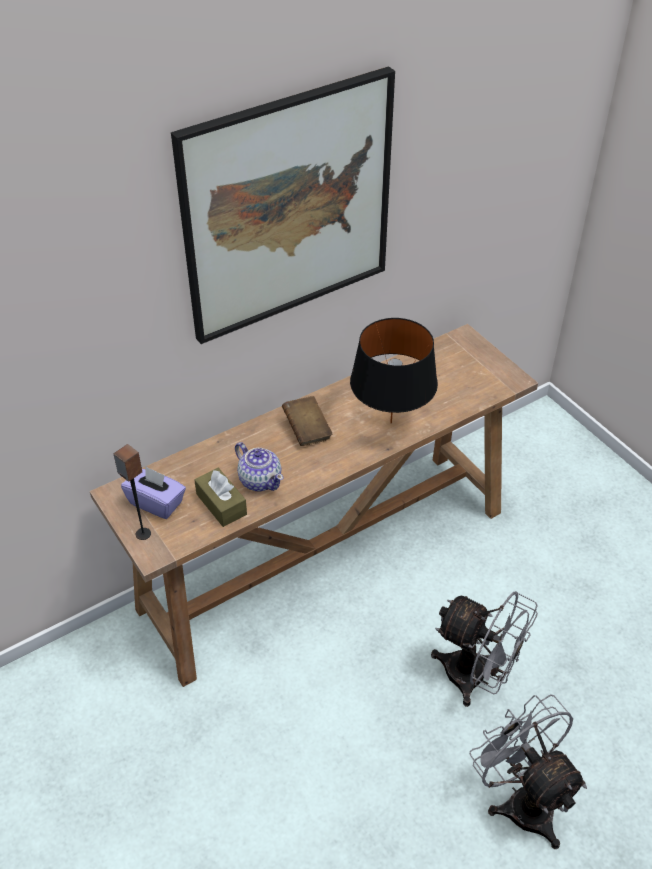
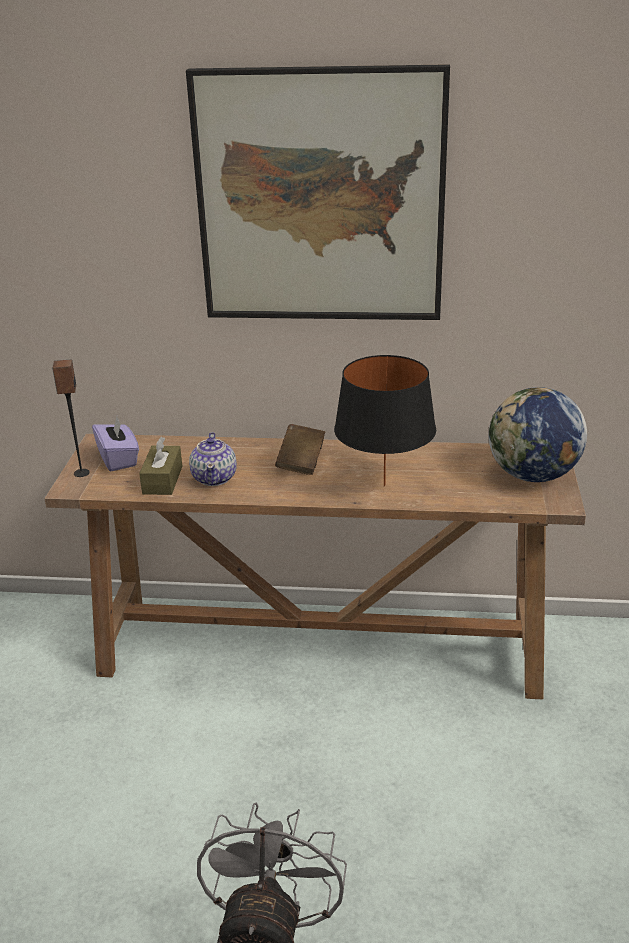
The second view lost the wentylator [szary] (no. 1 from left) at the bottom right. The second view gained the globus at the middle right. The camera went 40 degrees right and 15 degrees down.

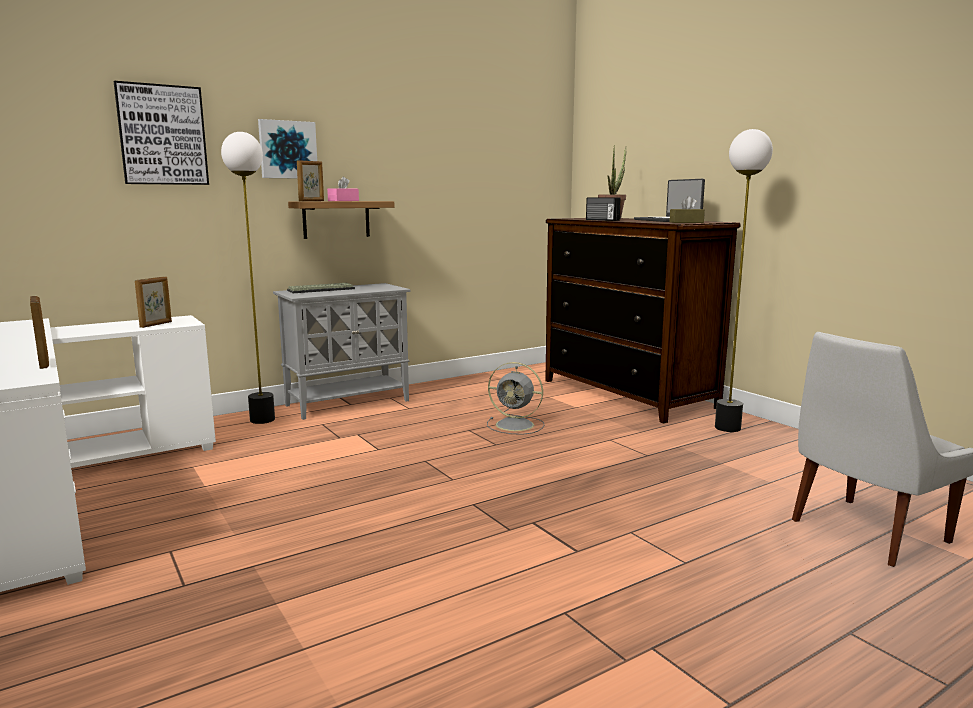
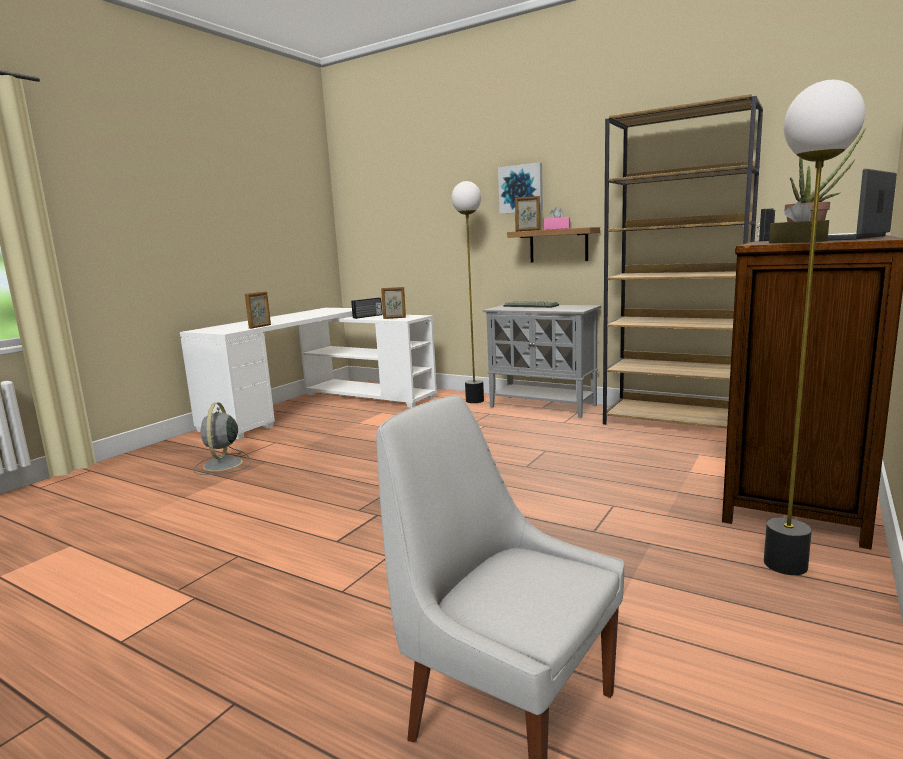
The second view lost the obraz (no. 1 from left) at the top left. The wentylator [szary] ended up elsewhere, having gone from the centre to the middle left. The second view gained the radio (no. 1 from left) at the centre. The second view gained the regał [brązowy] at the middle right. The camera went 65 degrees right and 0 degrees up.

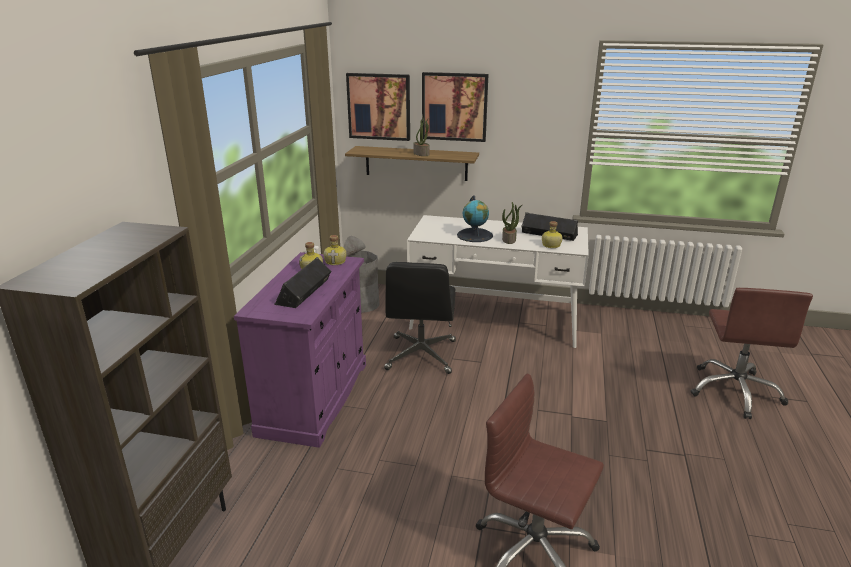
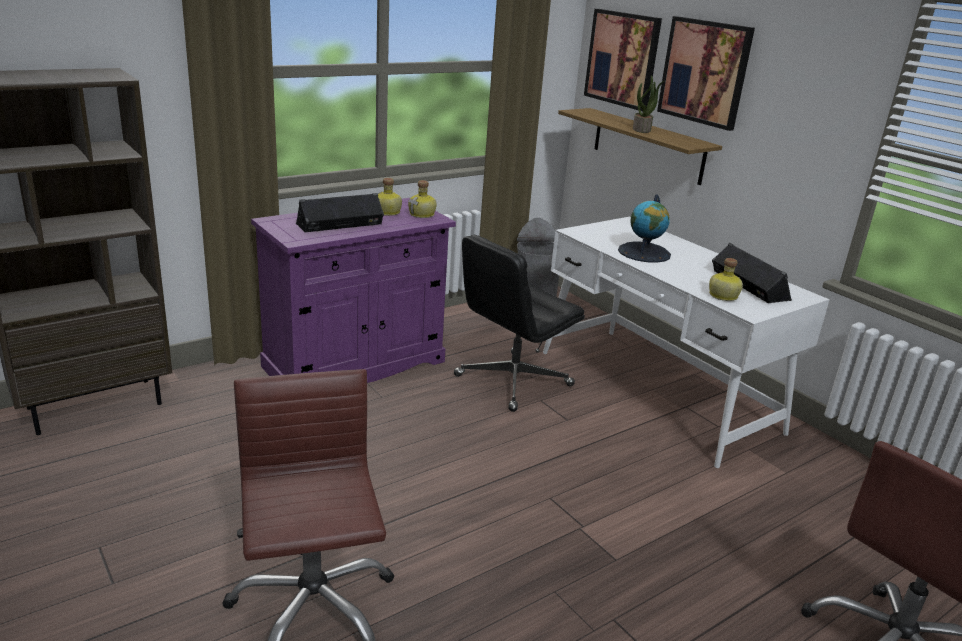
The second view lost the roślina doniczkowa (no. 2 from left) at the centre. The camera went 40 degrees right and 0 degrees up.

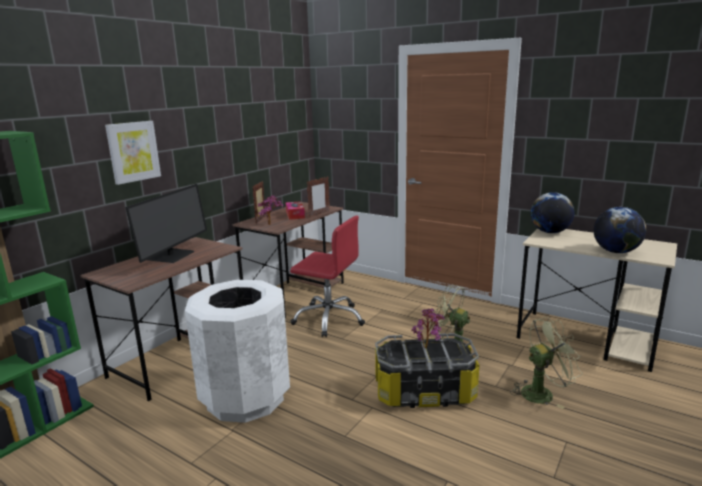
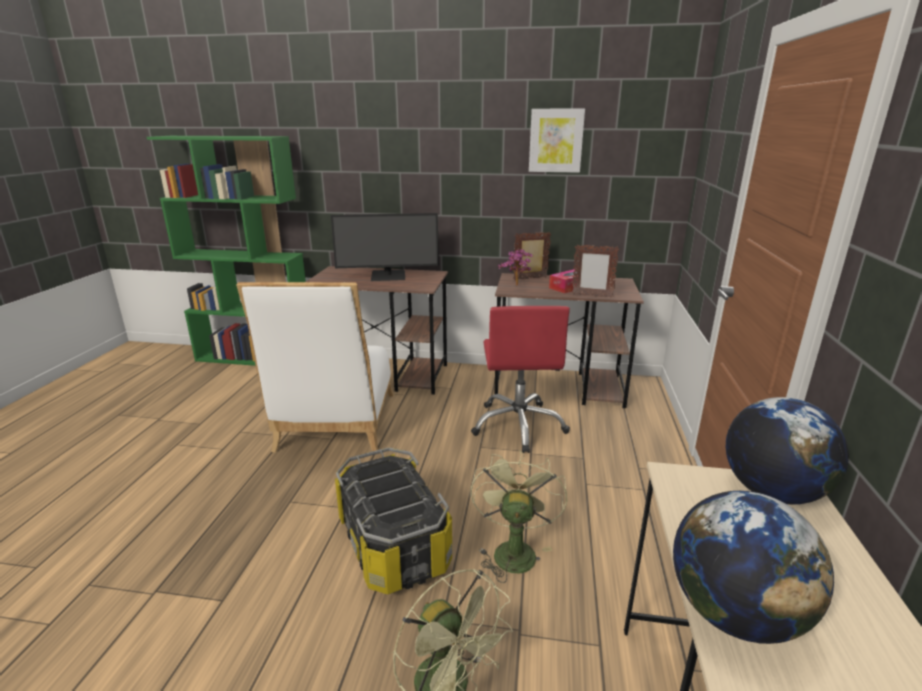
The obraz ended up elsewhere, having gone from the top left to the top centre. Where the kosz na śmieci [biały] stood at the bottom centre, the krzesło [biały] came to stand at the centre. The second view lost the roślina doniczkowa (no. 2 from left) at the bottom centre. The camera went 65 degrees right and 5 degrees up.

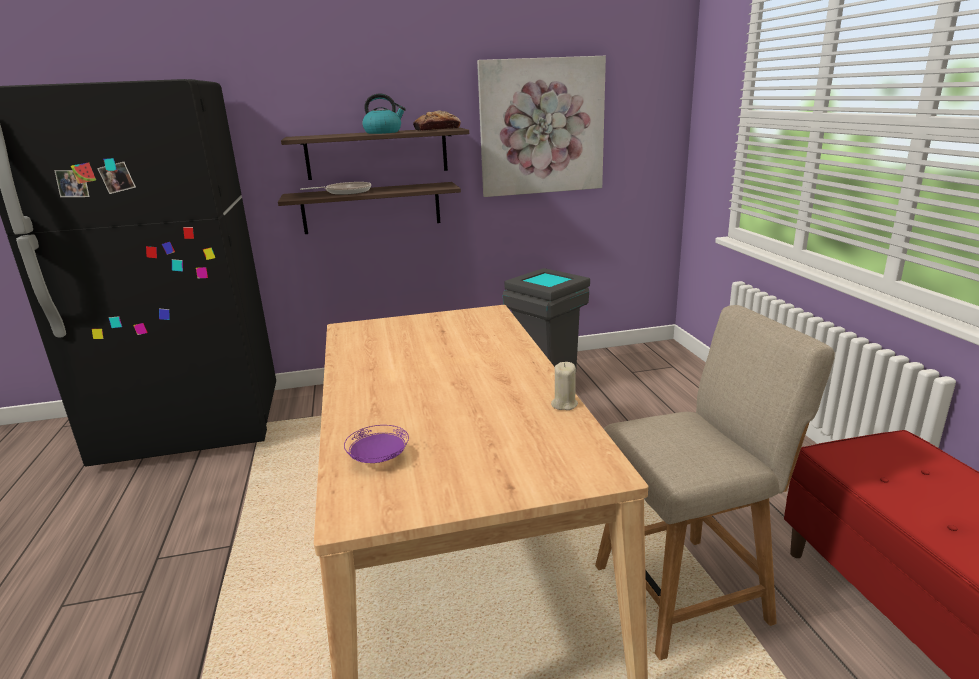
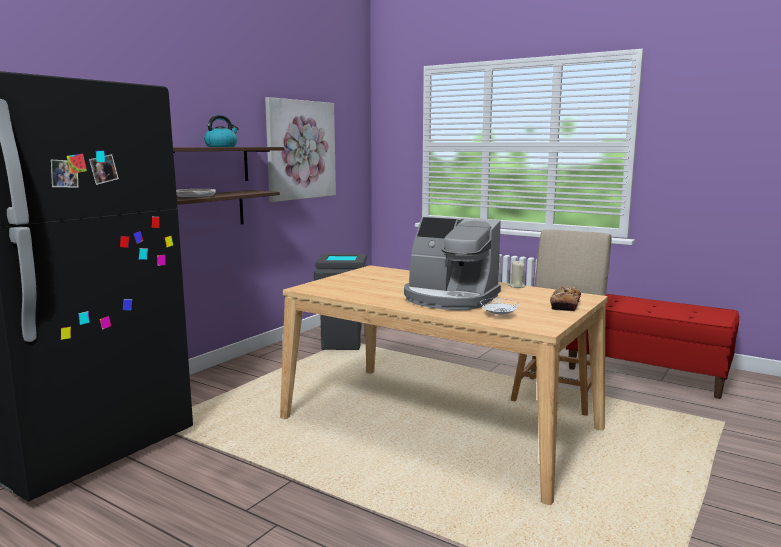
What was the talerz [fioletowy] at the centre turned into the talerz [biały] at the centre. The chleb ended up elsewhere, having gone from the top centre to the middle right. The second view gained the ekspres do kawy at the centre. The camera went 45 degrees left and 10 degrees down.

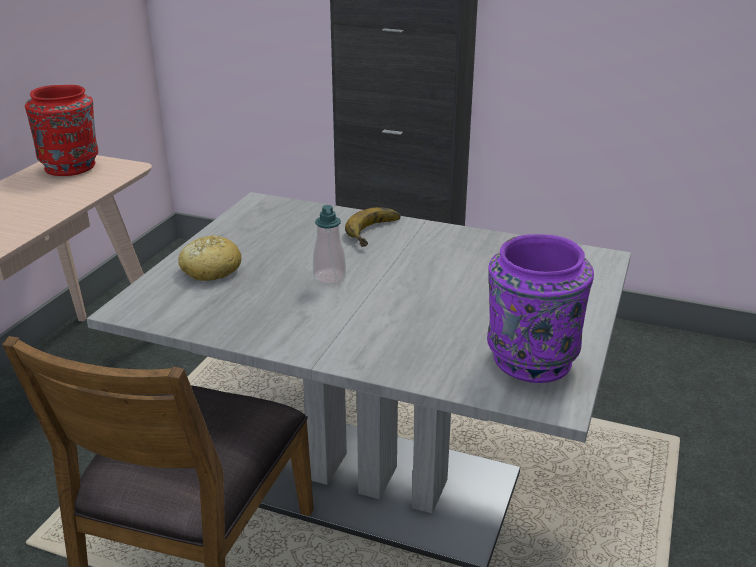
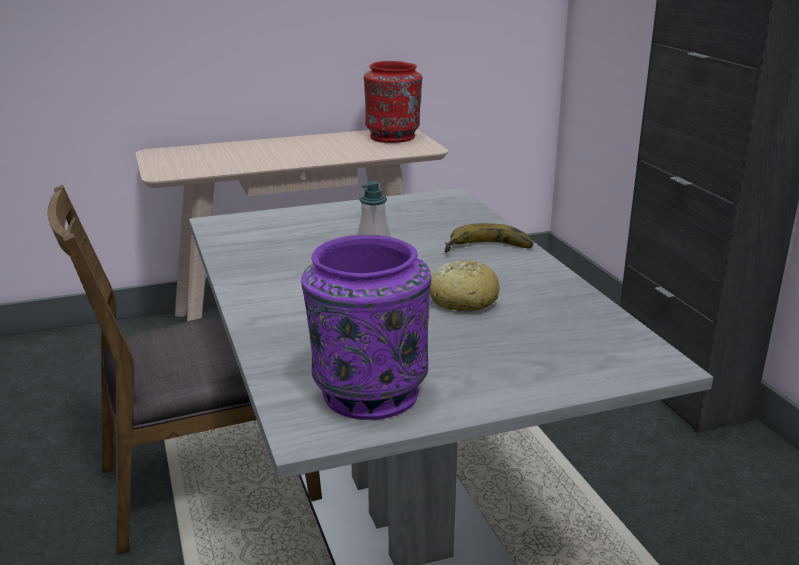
The chleb ended up elsewhere, having gone from the middle left to the centre. The camera went 50 degrees right and 5 degrees down.

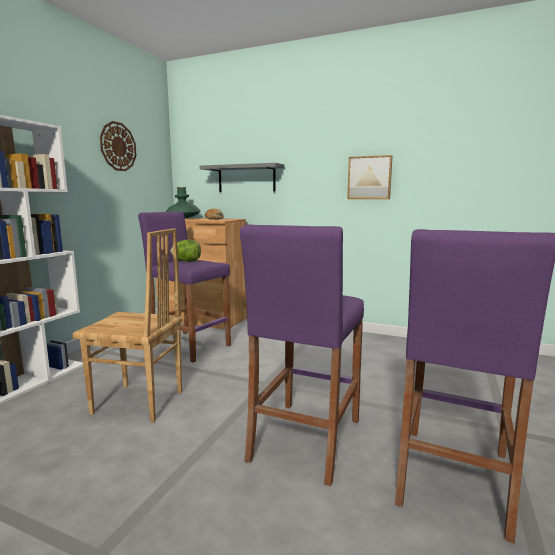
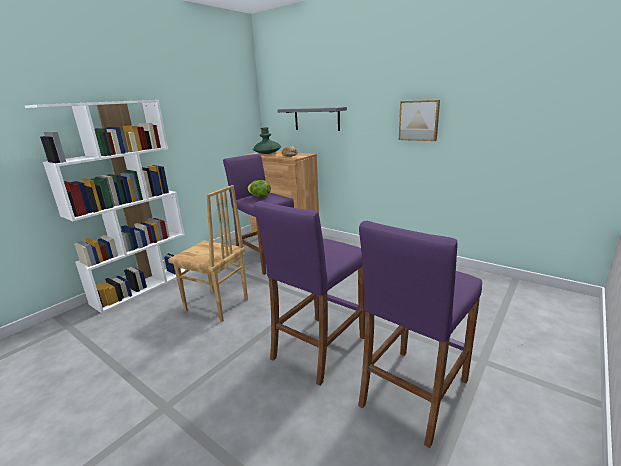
The second view lost the zegar ścienny at the top left. The camera went 15 degrees right and 10 degrees up.

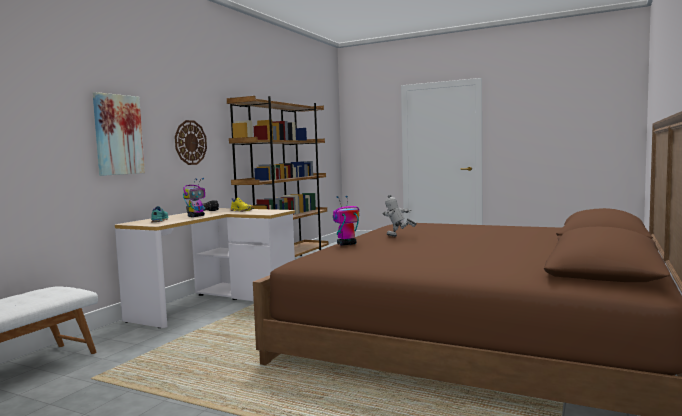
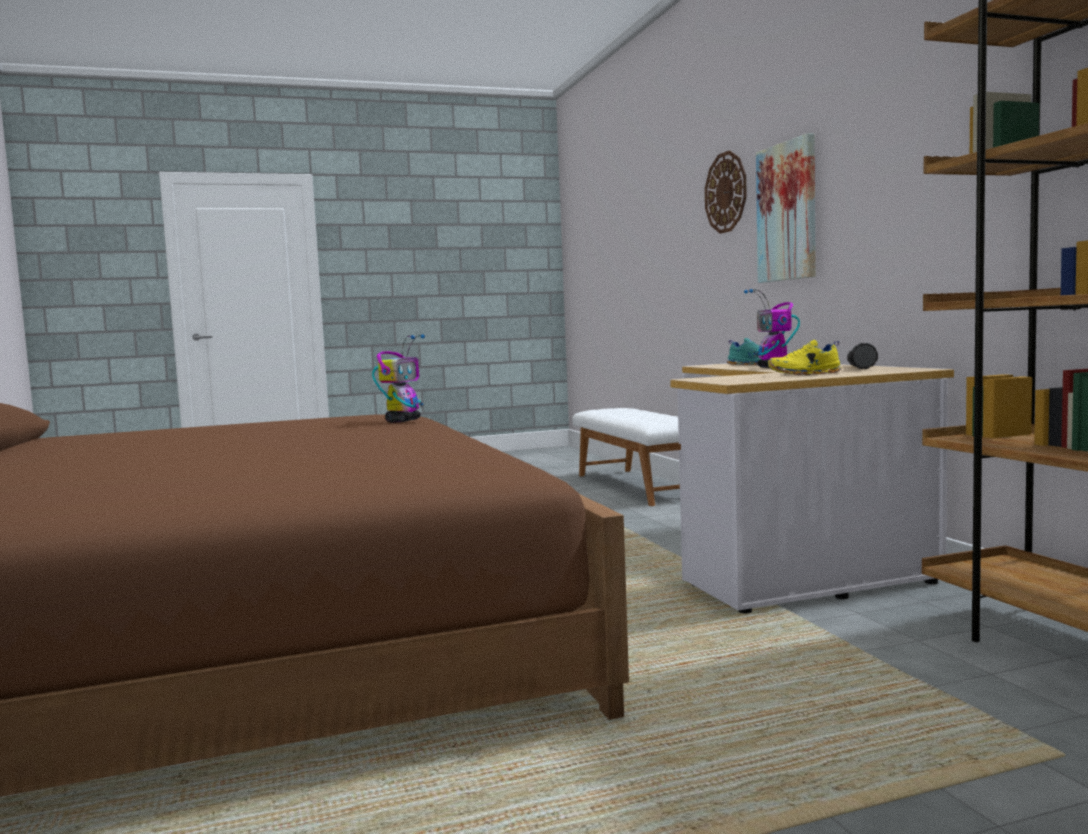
The zegar ścienny ended up elsewhere, having gone from the middle left to the top right. The second view lost the robot zabawkowy (no. 3 from left) at the centre. The camera went 135 degrees right and 0 degrees up.

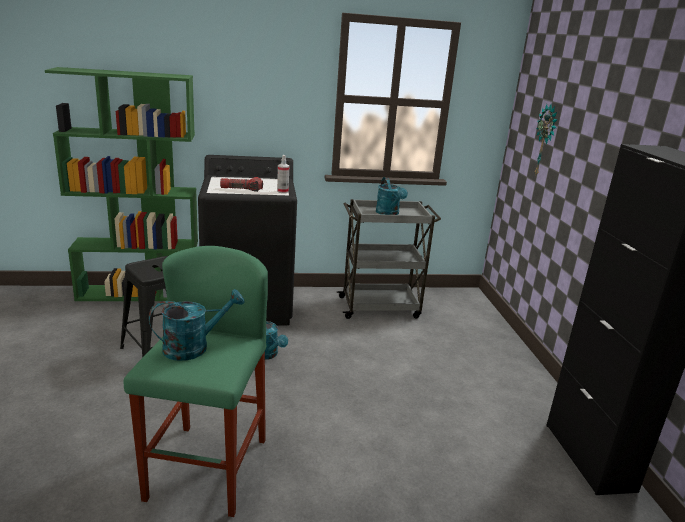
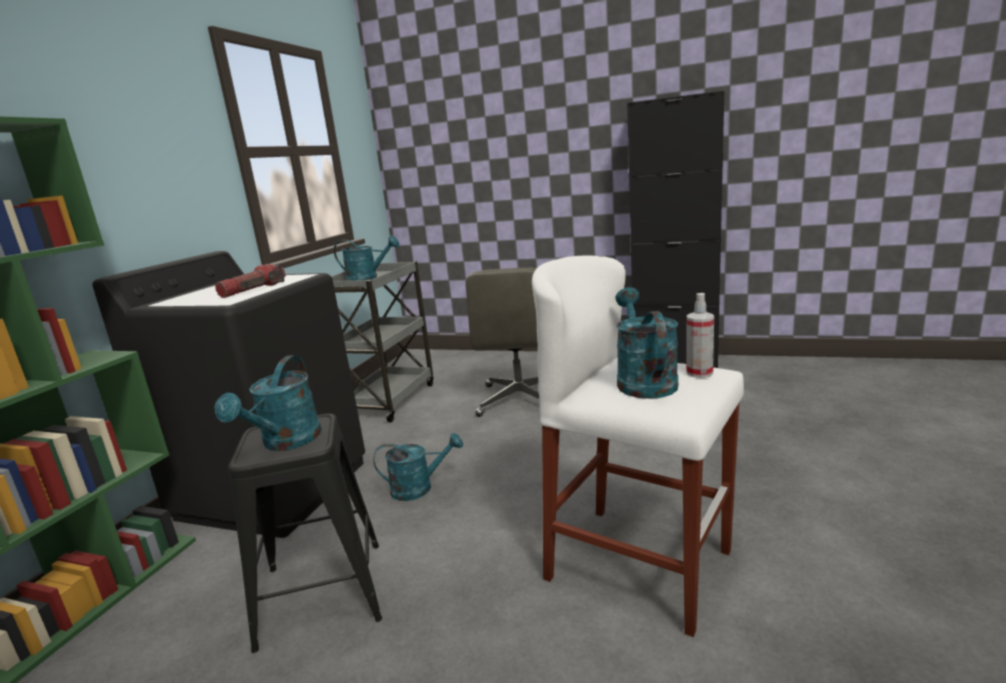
What was the stołek [zielony] at the bottom left turned into the stołek [biały] at the centre. The spryskiwacz ended up elsewhere, having gone from the centre to the middle right. The second view lost the zegar ścienny at the top right. The second view gained the konewka [turkusowy] (no. 1 from left) at the middle left. The second view gained the krzesło biurowe [szary] at the centre. The camera went 60 degrees left and 5 degrees down.

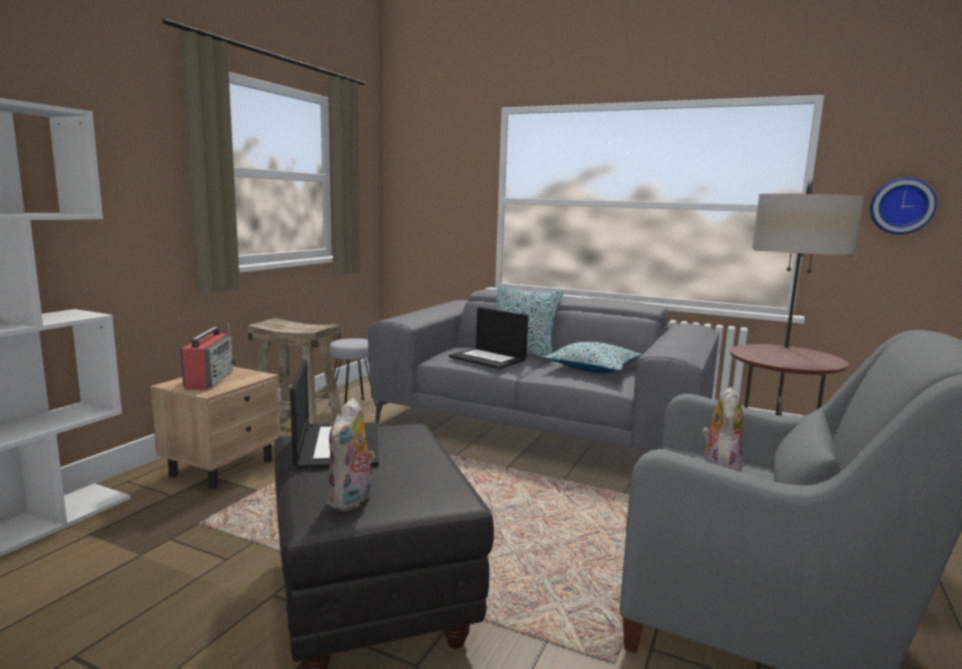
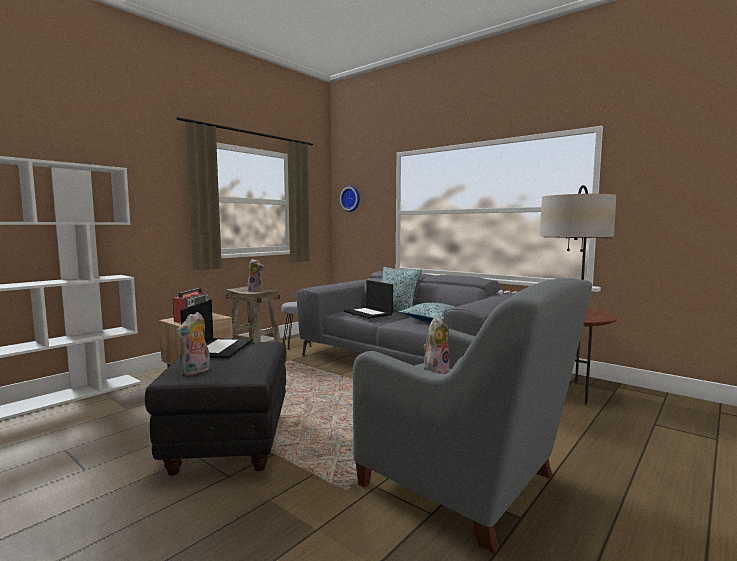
The zegar ścienny ended up elsewhere, having gone from the top right to the centre. The second view gained the pluszak (no. 2 from left) at the centre. The camera went 15 degrees right and 5 degrees down.

